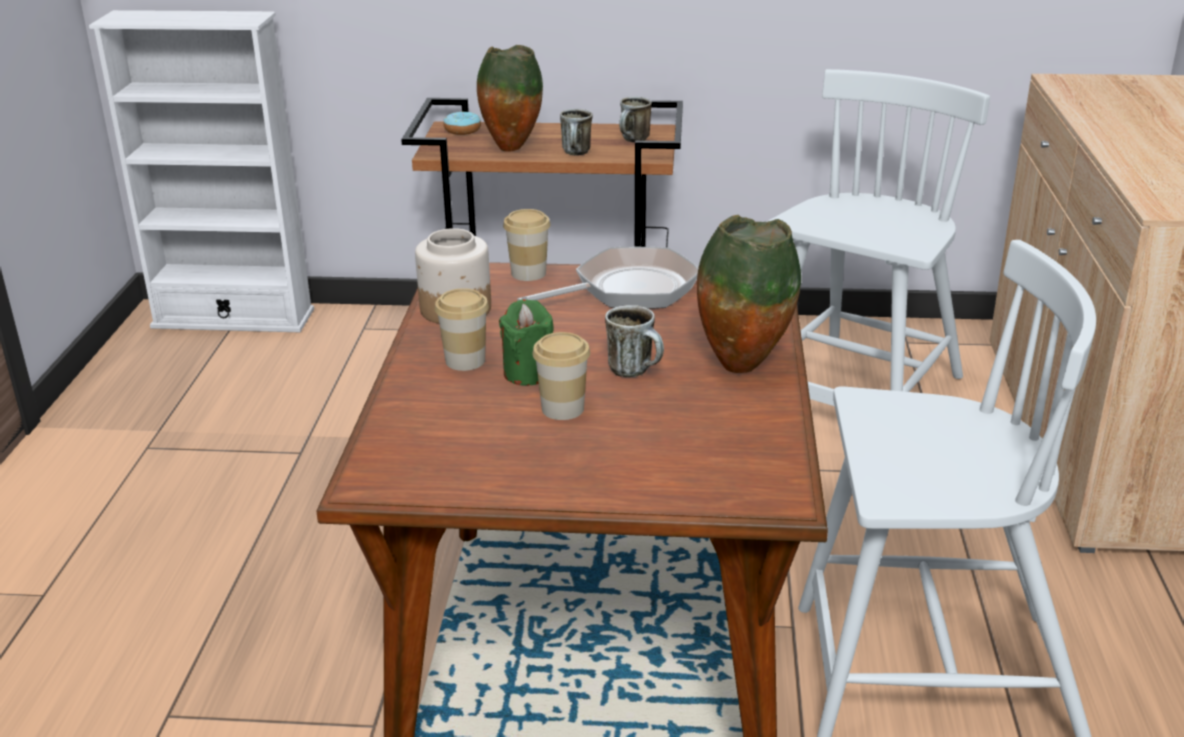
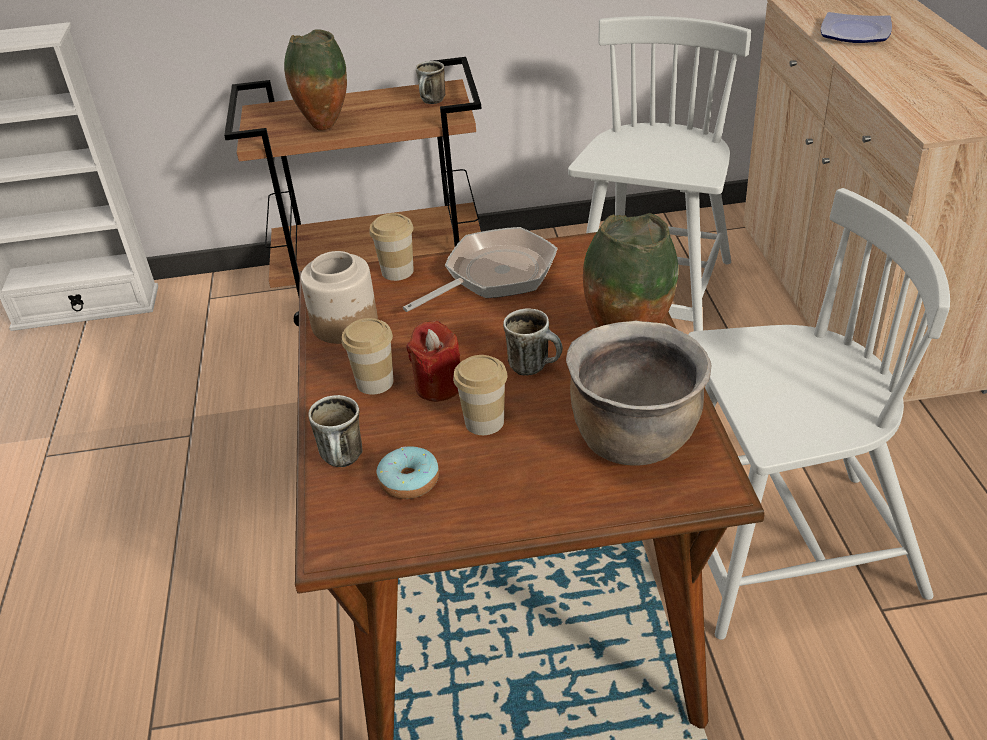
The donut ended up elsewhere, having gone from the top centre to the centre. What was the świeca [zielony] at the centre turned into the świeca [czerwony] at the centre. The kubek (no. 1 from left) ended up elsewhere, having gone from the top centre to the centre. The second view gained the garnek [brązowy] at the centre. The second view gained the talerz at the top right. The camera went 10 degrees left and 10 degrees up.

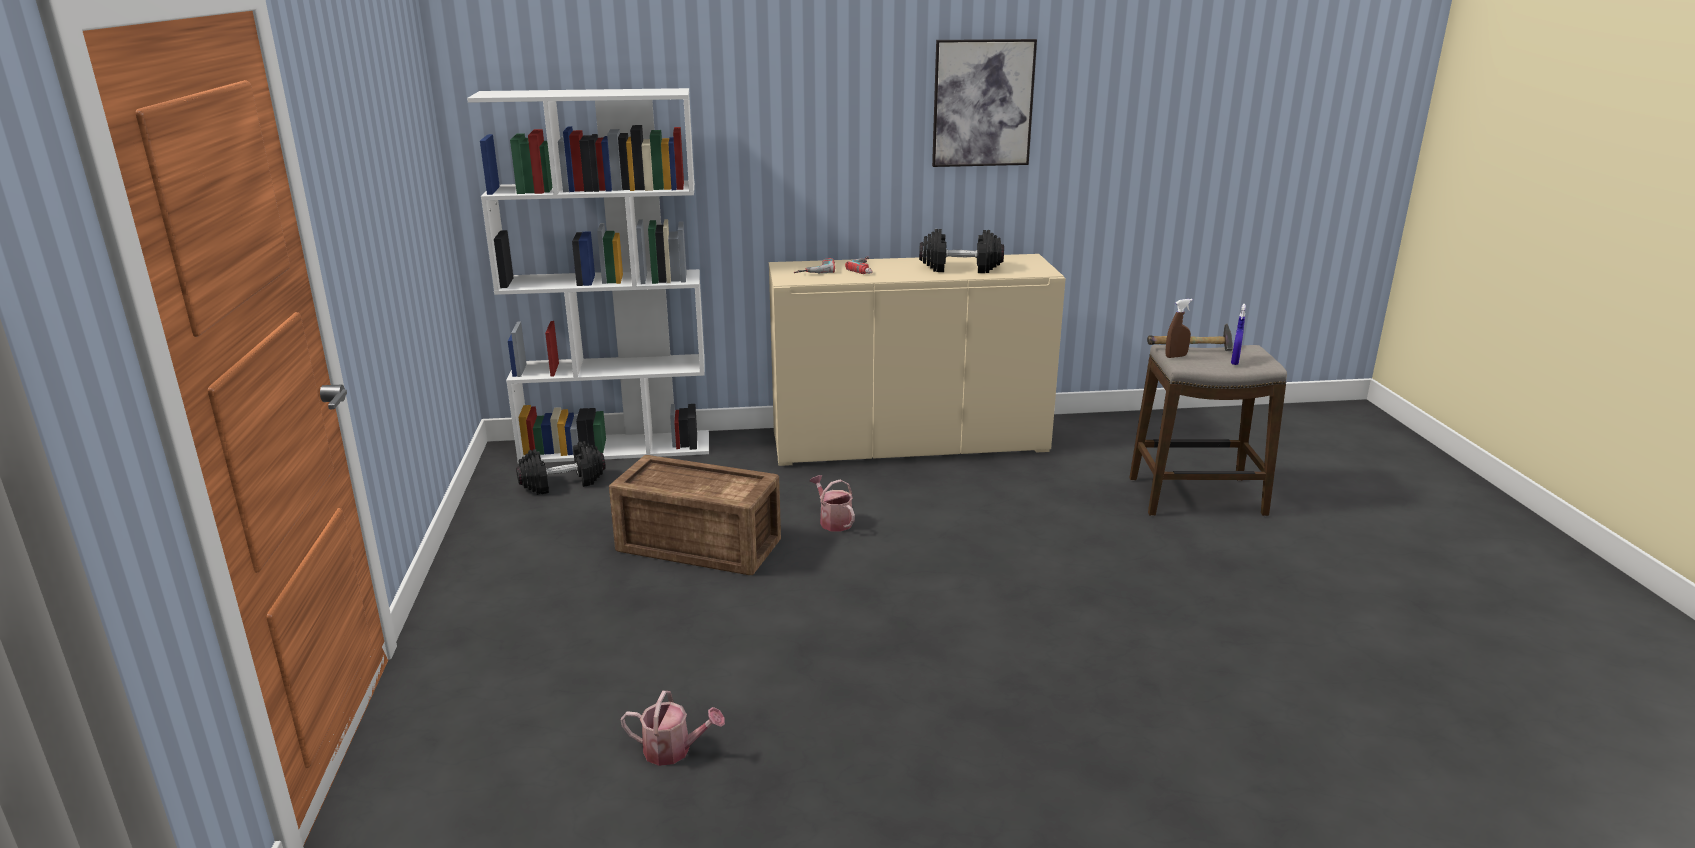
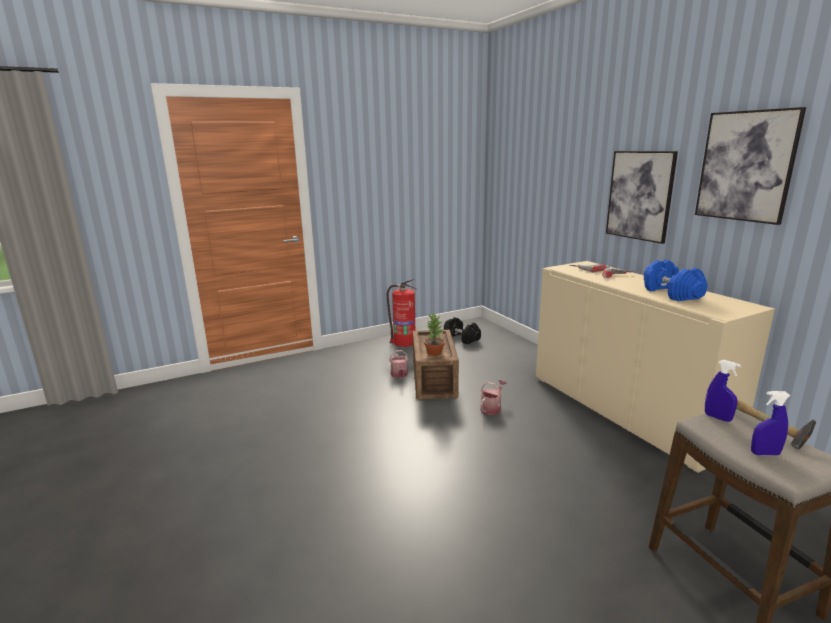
The second view lost the regał [biały] at the top centre. The konewka (no. 1 from left) ended up elsewhere, having gone from the bottom centre to the centre. What was the hantel [czarny] (no. 2 from left) at the top centre turned into the hantel [niebieski] at the middle right. What was the spryskiwacz [brązowy] at the middle right turned into the spryskiwacz [niebieski] (no. 1 from left) at the middle right. The second view gained the gaśnica at the centre. The second view gained the roślina doniczkowa at the centre. The second view gained the obraz (no. 1 from left) at the top right. The camera went 70 degrees right and 5 degrees down.

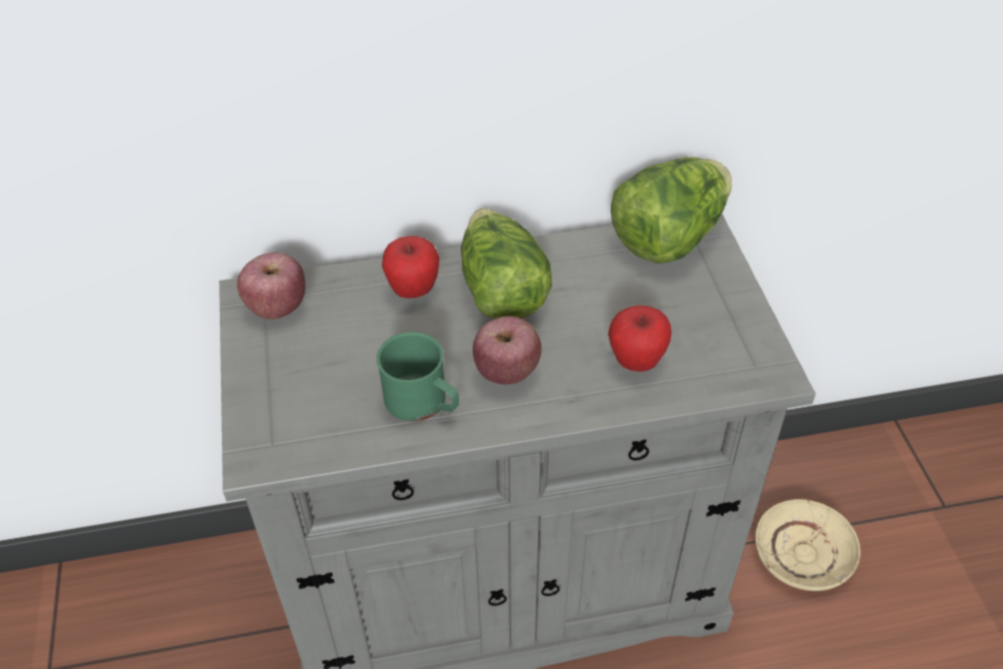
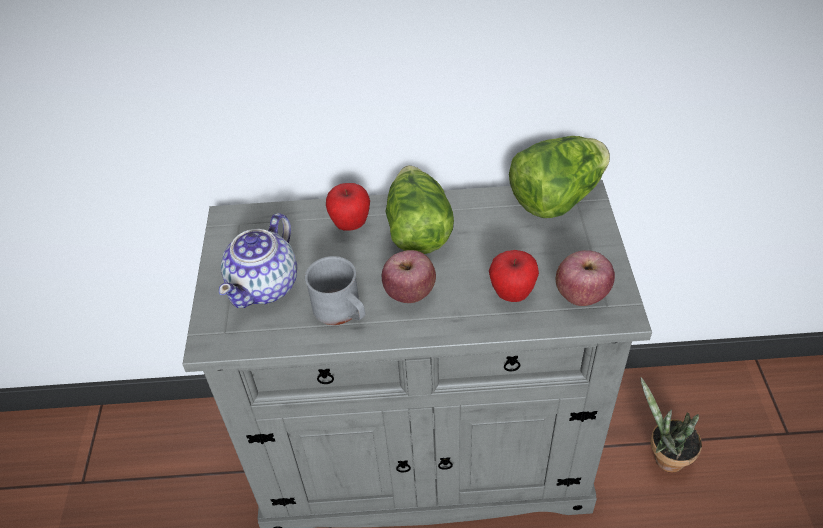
The jabłko (no. 1 from left in the first image) ended up elsewhere, having gone from the middle left to the middle right. What was the kubek [zielony] at the centre turned into the kubek [szary] at the centre. Where the talerz [beżowy] stood at the bottom right, the roślina doniczkowa came to stand at the bottom right. The second view gained the imbryk at the middle left. The camera went 10 degrees right and 0 degrees up.

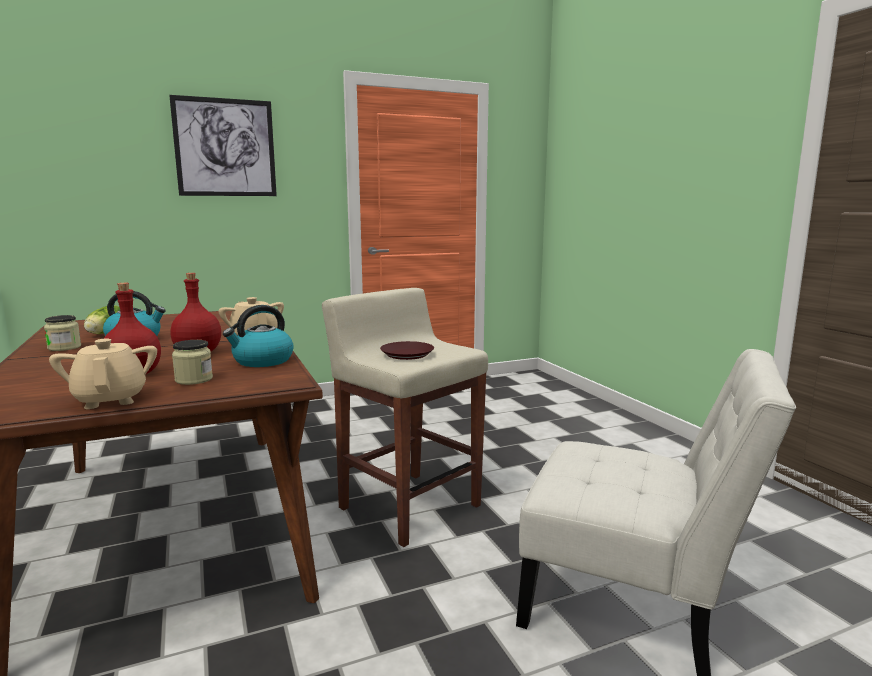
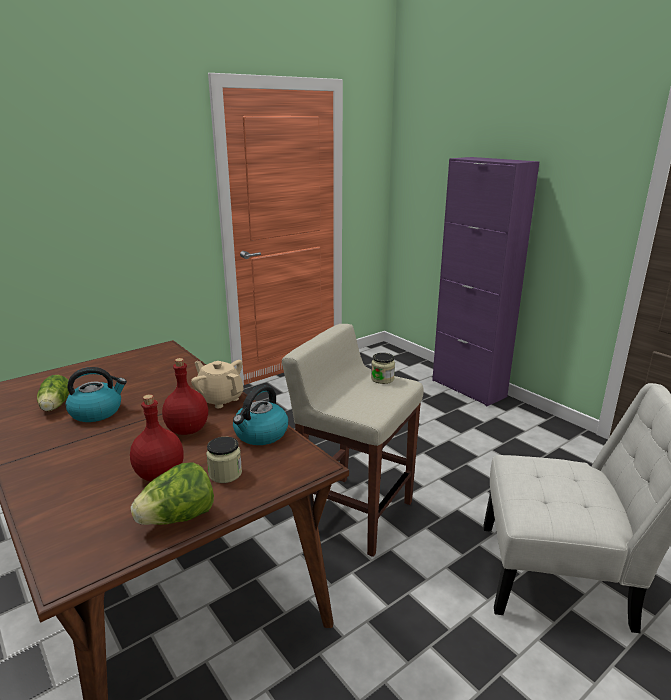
The słoik (no. 1 from left in the first image) ended up elsewhere, having gone from the middle left to the centre. Where the imbryk [beżowy] (no. 1 from left) stood at the middle left, the sałata (no. 2 from left) came to stand at the bottom left. The second view lost the obraz at the top left. The second view lost the talerz [brązowy] at the centre. The second view gained the szafka [fioletowy] at the middle right. The camera went 15 degrees left and 10 degrees up.

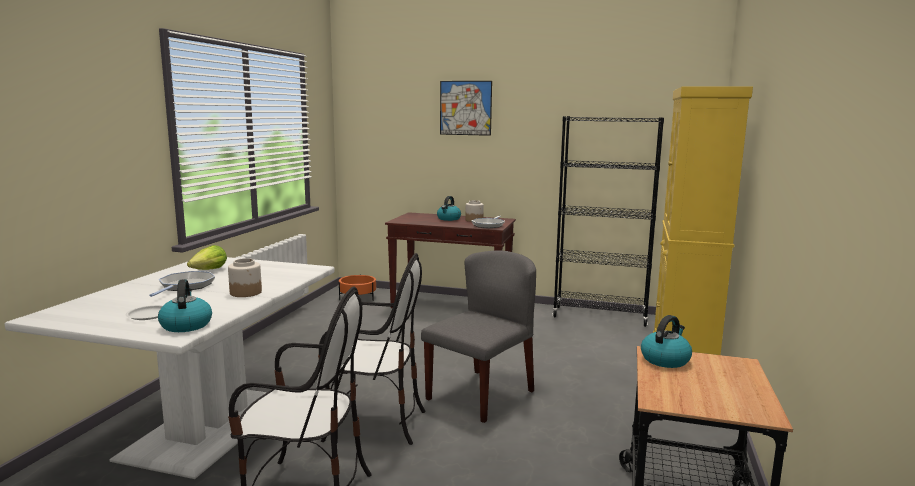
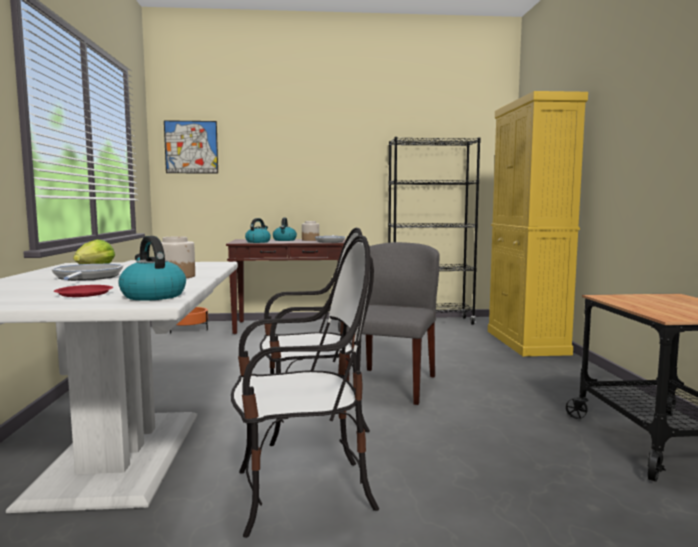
What was the talerz [biały] at the middle left turned into the talerz [czerwony] at the middle left. The obraz ended up elsewhere, having gone from the top centre to the top left. The czajnik (no. 3 from left in the first image) ended up elsewhere, having gone from the bottom right to the centre. The camera went 20 degrees left and 5 degrees down.

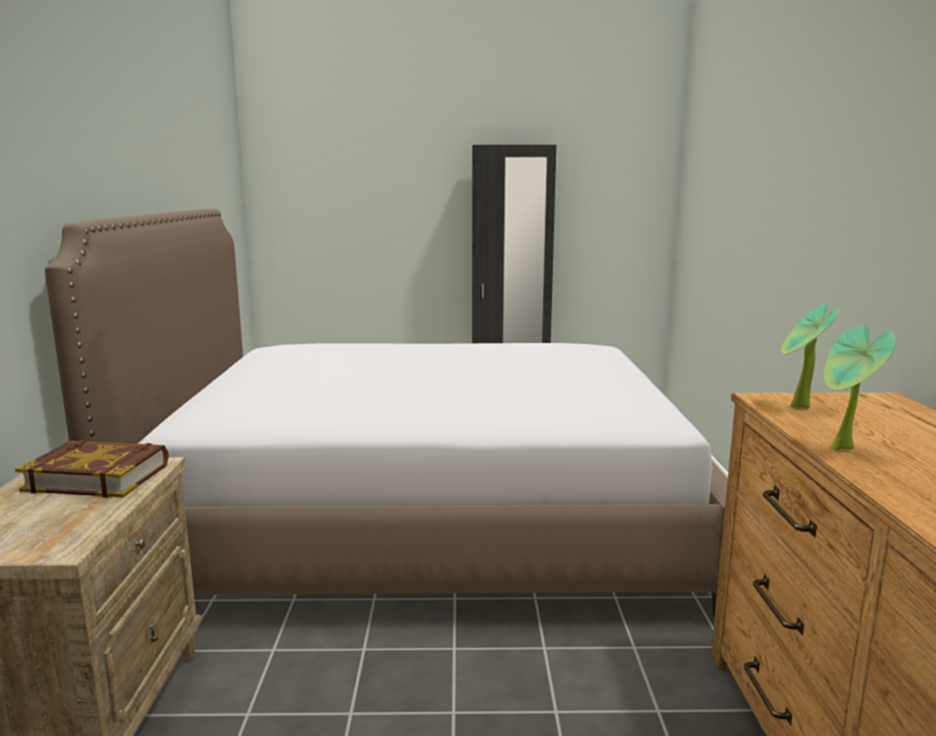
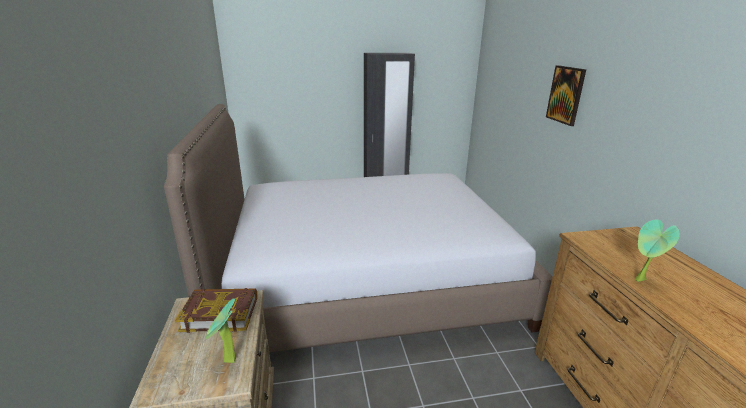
The roślina doniczkowa (no. 1 from left) ended up elsewhere, having gone from the middle right to the bottom left. The second view gained the obraz at the top right. The camera went 10 degrees left and 10 degrees up.

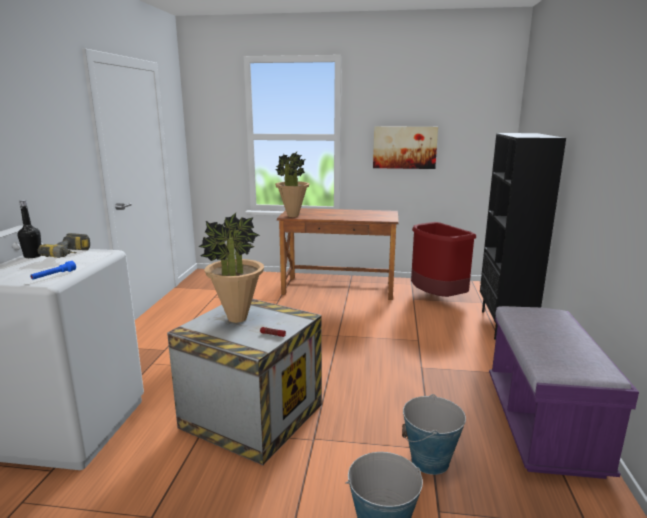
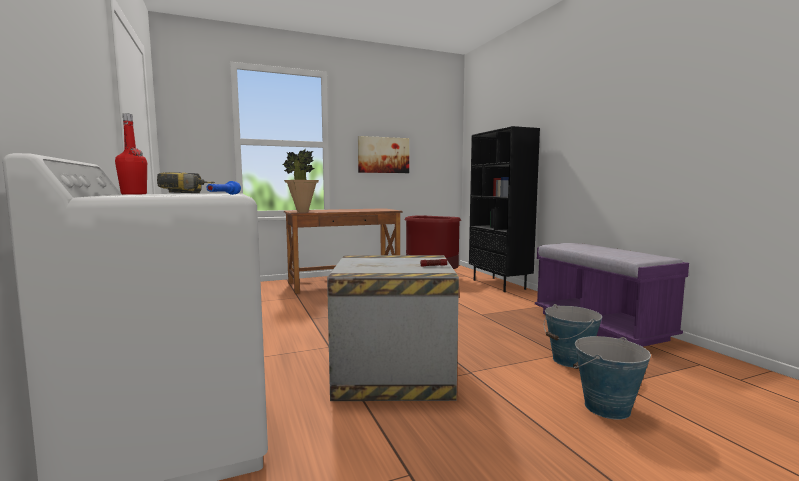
What was the butelka [czarny] at the middle left turned into the butelka [czerwony] at the top left. The second view lost the roślina doniczkowa (no. 1 from left) at the centre. The camera went 30 degrees left and 10 degrees down.

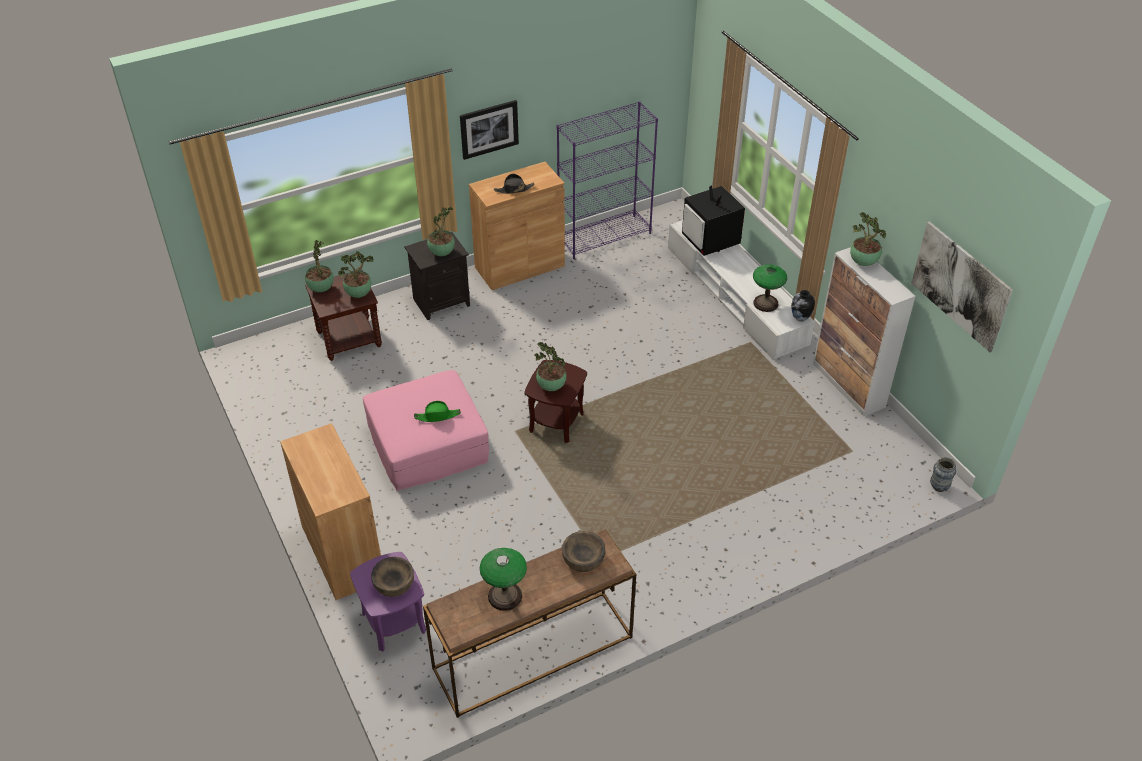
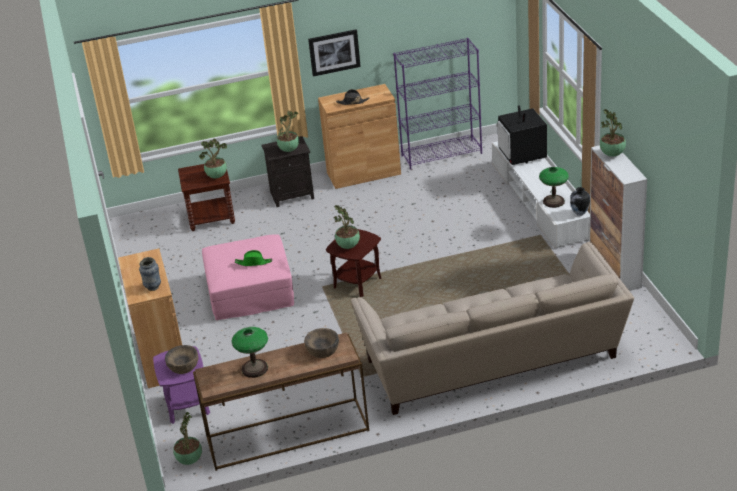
The roślina doniczkowa (no. 1 from left) ended up elsewhere, having gone from the middle left to the bottom left. The second view lost the obraz (no. 2 from left) at the middle right. The wazon (no. 2 from left in the first image) ended up elsewhere, having gone from the middle right to the middle left. The second view gained the kanapa [beżowy] at the bottom right. The camera went 15 degrees right and 10 degrees down.

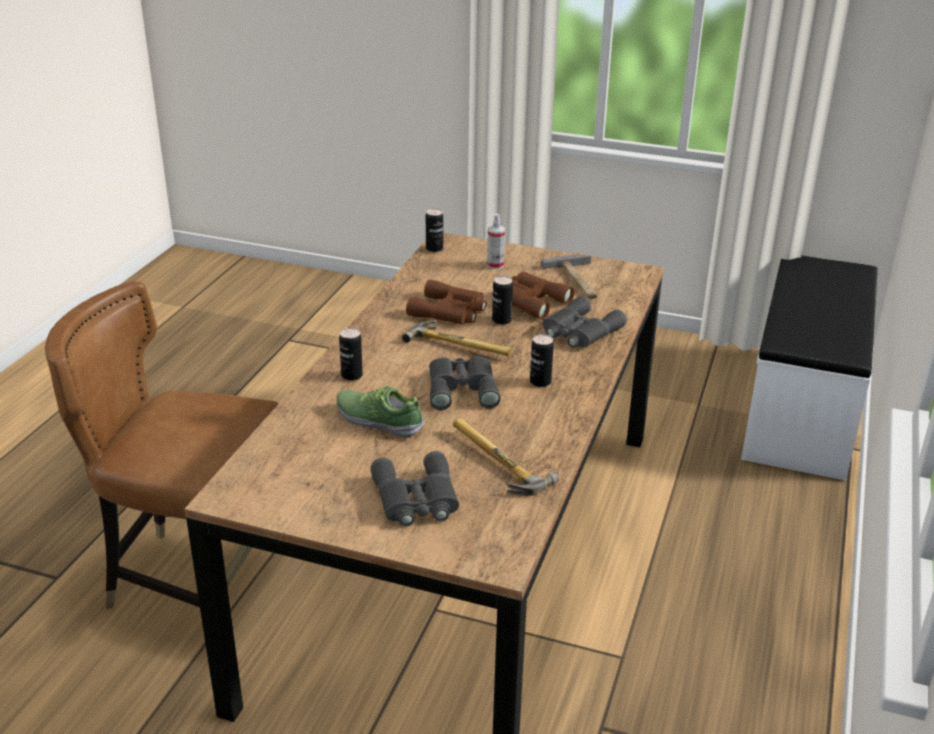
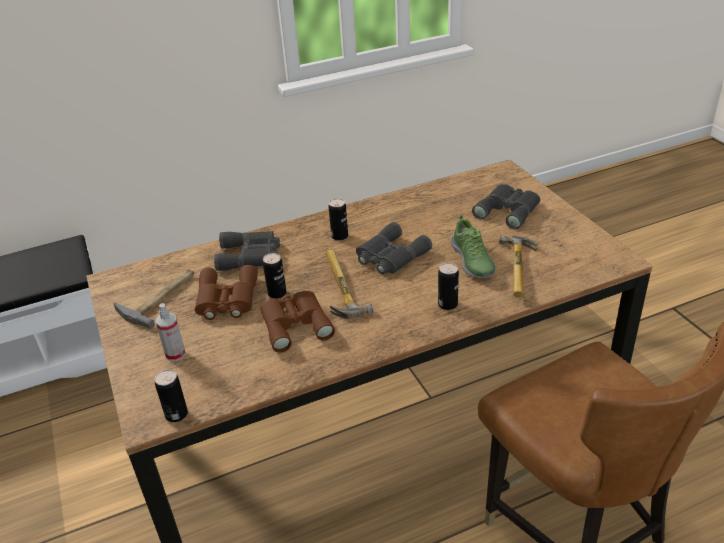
The młotek (no. 2 from left in the first image) ended up elsewhere, having gone from the centre to the middle right. The camera went 130 degrees left and 5 degrees up.

